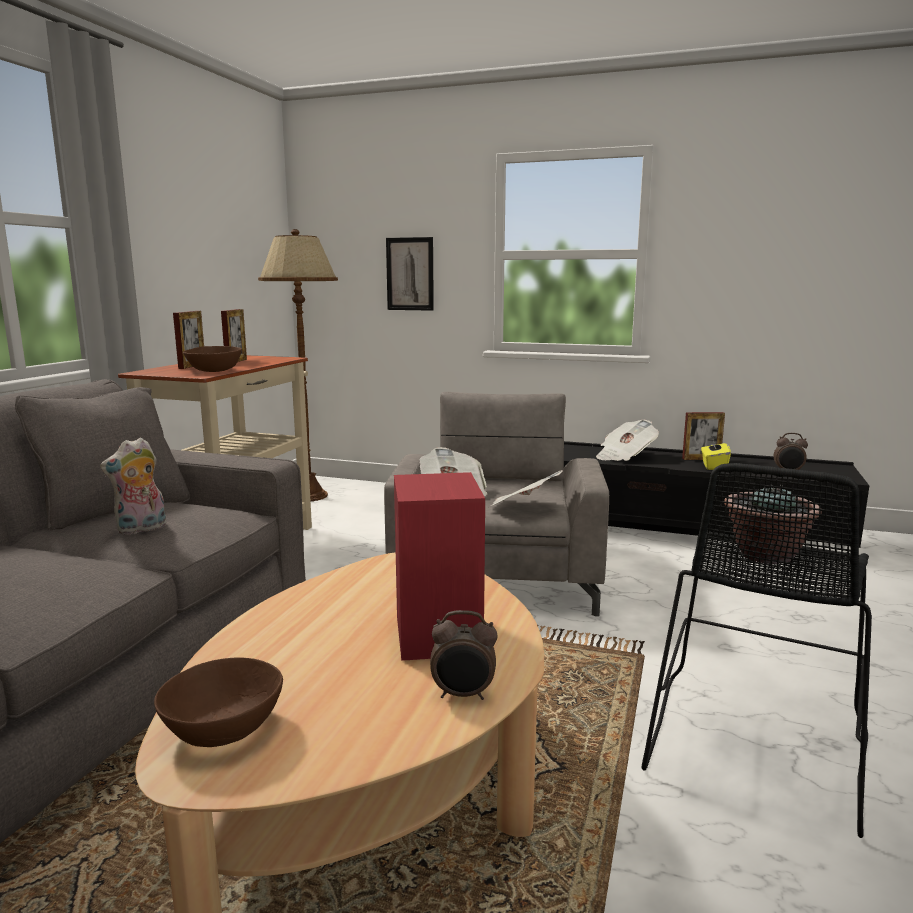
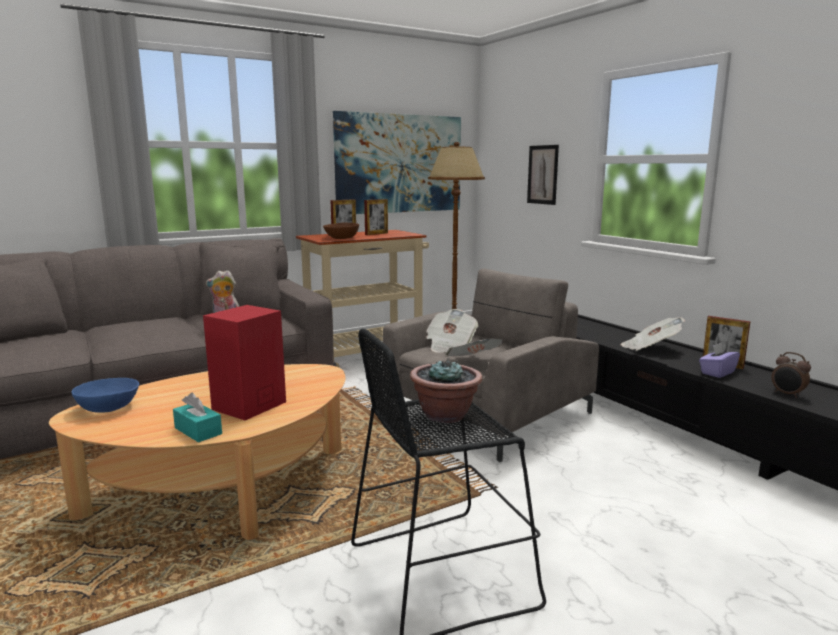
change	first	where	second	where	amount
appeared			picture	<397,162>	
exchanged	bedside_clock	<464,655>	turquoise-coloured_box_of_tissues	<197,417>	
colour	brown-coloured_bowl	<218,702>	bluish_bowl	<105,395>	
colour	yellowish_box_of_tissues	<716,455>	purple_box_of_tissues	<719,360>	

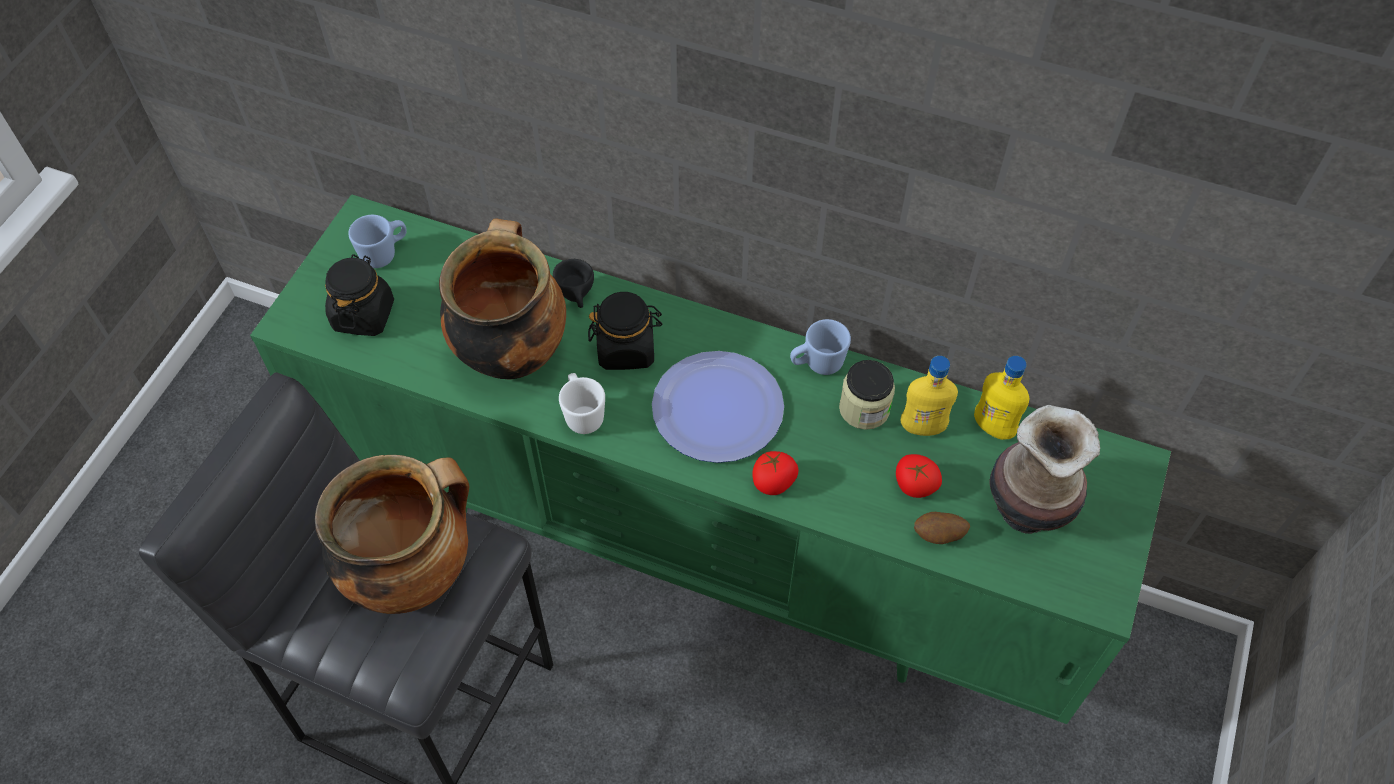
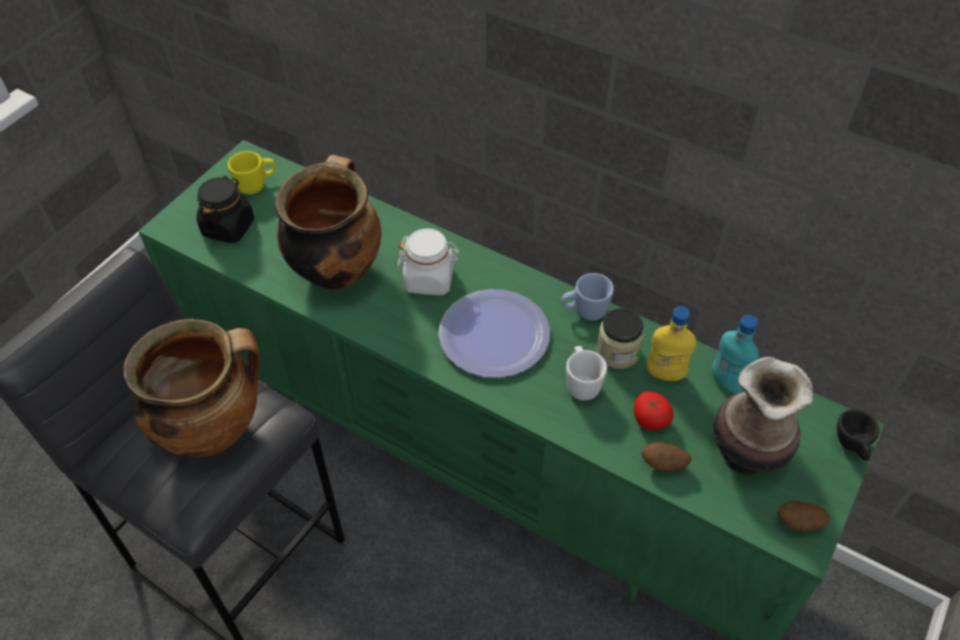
change	first	where	second	where	amount
missing	fresh_tomato	<775,473>			
appeared			whole_potato	<804,516>	
relocated	black-coloured_drinking_cup	<573,283>		<858,435>	
relocated	white_coffee_mug	<582,403>		<586,373>	
colour	bluish_coffee_mug	<377,241>	yellowish_coffee_mug	<252,172>	
colour	black-coloured_storage_jar	<625,331>	white_storage_jar	<429,261>	
colour	yellowish_bottle	<1002,398>	turquoise-coloured_bottle	<735,354>	

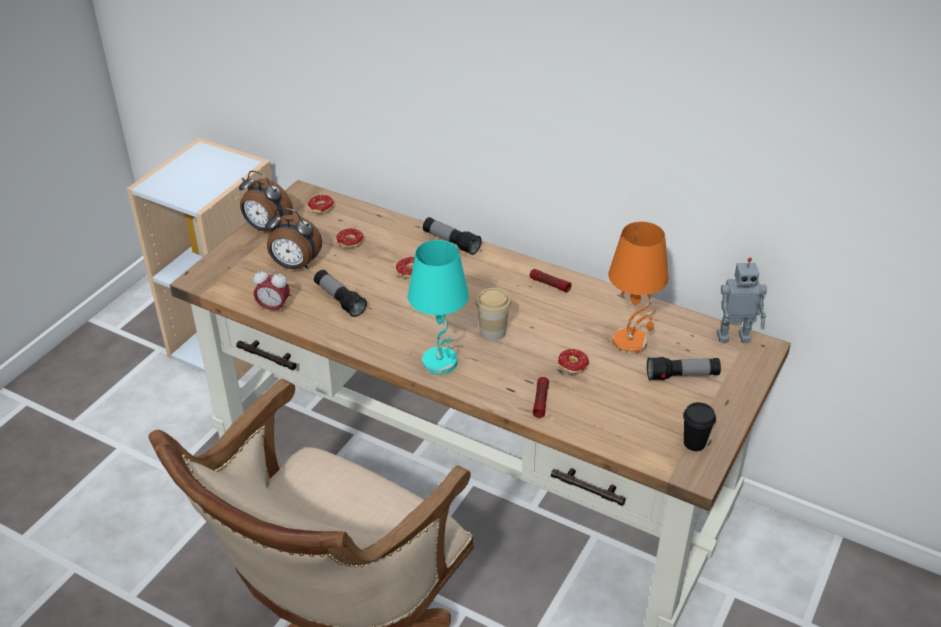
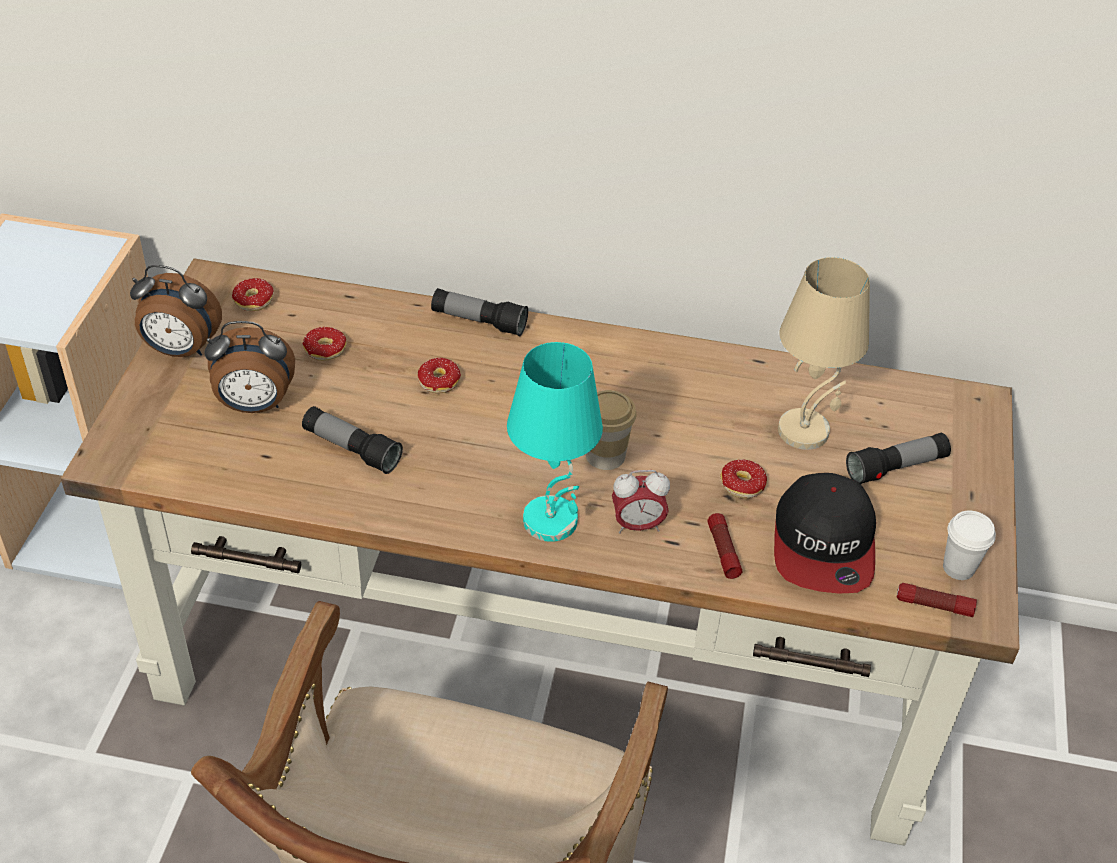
change	first	where	second	where	amount
missing	toy_robot	<742,300>			
appeared			baseball_cap	<825,533>	
relocated	bedside_clock	<271,291>		<641,502>	
relocated	torch	<551,281>		<937,600>	
colour	orangey_lamp_for_a_table	<638,288>	beige-coloured_lamp_for_a_table	<824,353>	
colour	black-coloured_drinking_cup	<699,426>	white_drinking_cup	<969,545>	

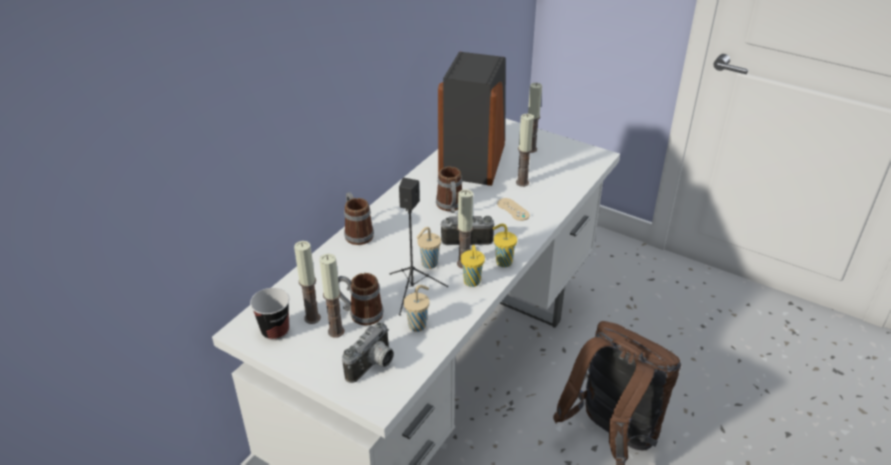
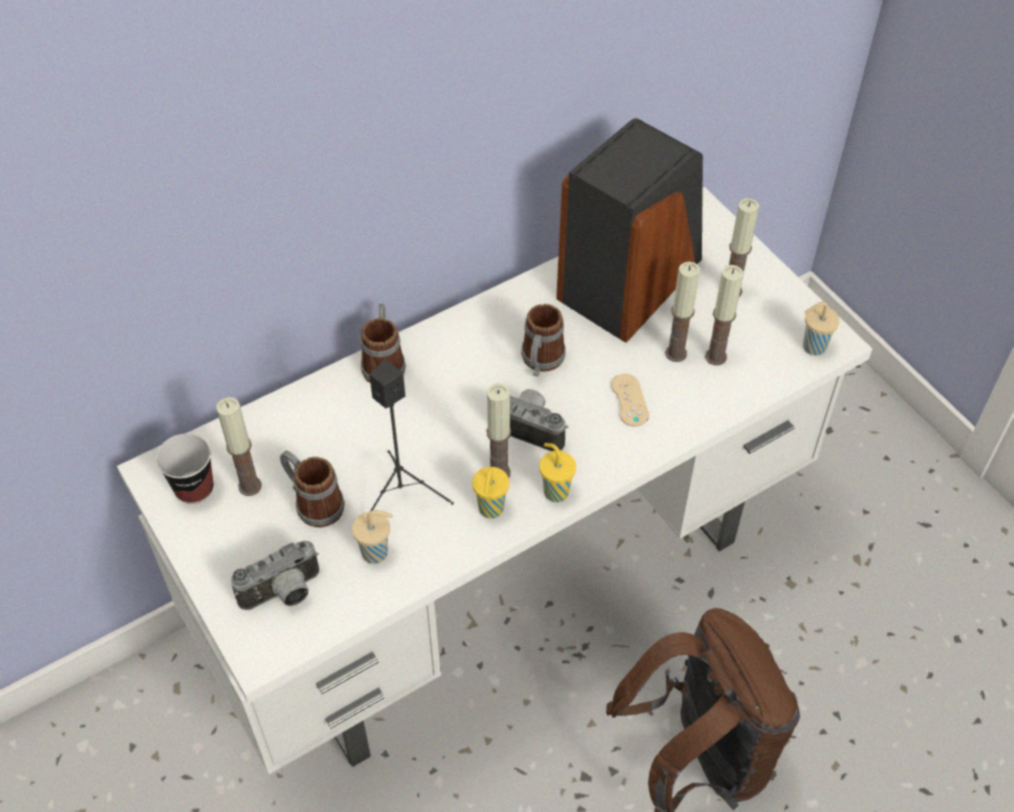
change	first	where	second	where	amount
relocated	wax_candle	<332,296>		<724,315>	
relocated	beige-coloured_drinking_cup	<428,248>		<821,329>	

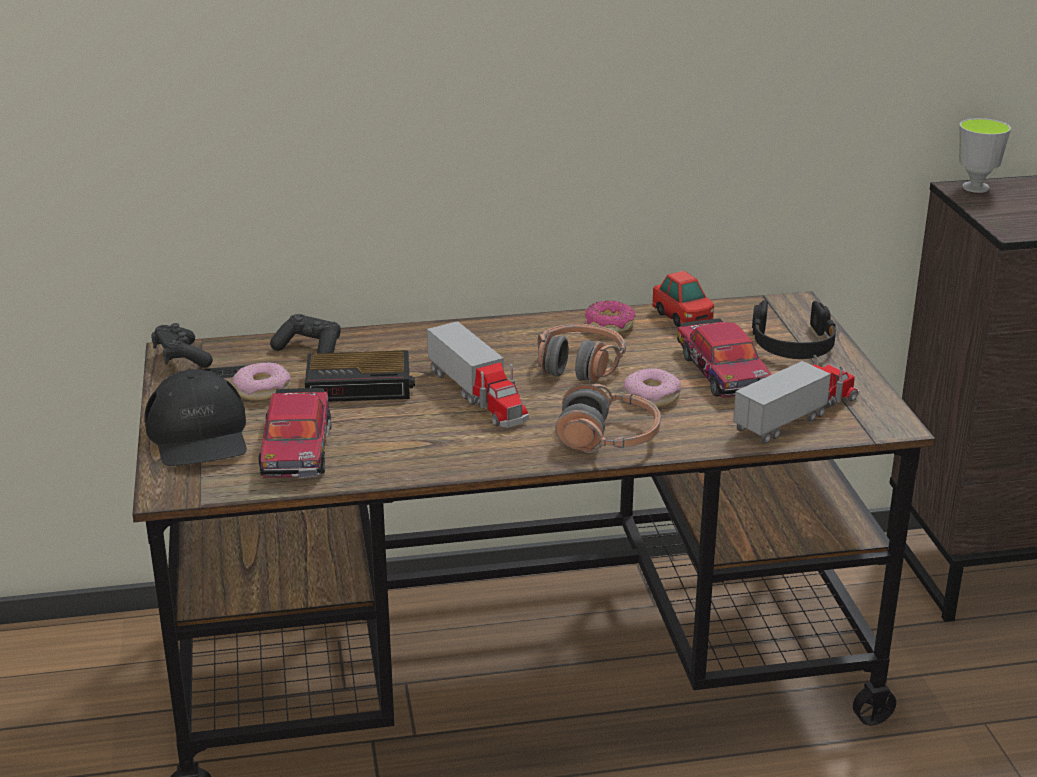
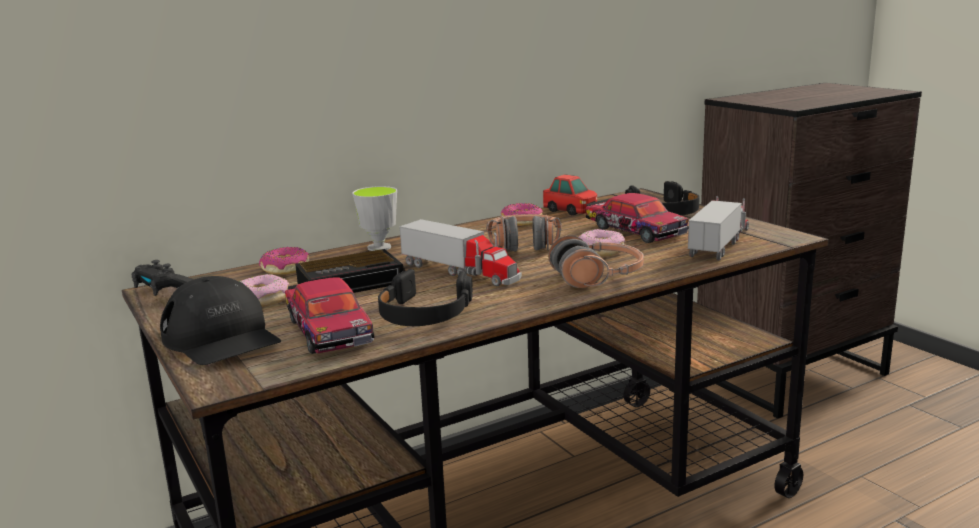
change	first	where	second	where	amount
appeared			black-coloured_pair_of_headphones	<425,297>	
relocated	drinking_cup	<985,155>		<374,218>	
exchanged	black-coloured_joypad	<305,333>	ring_doughnut	<284,261>	

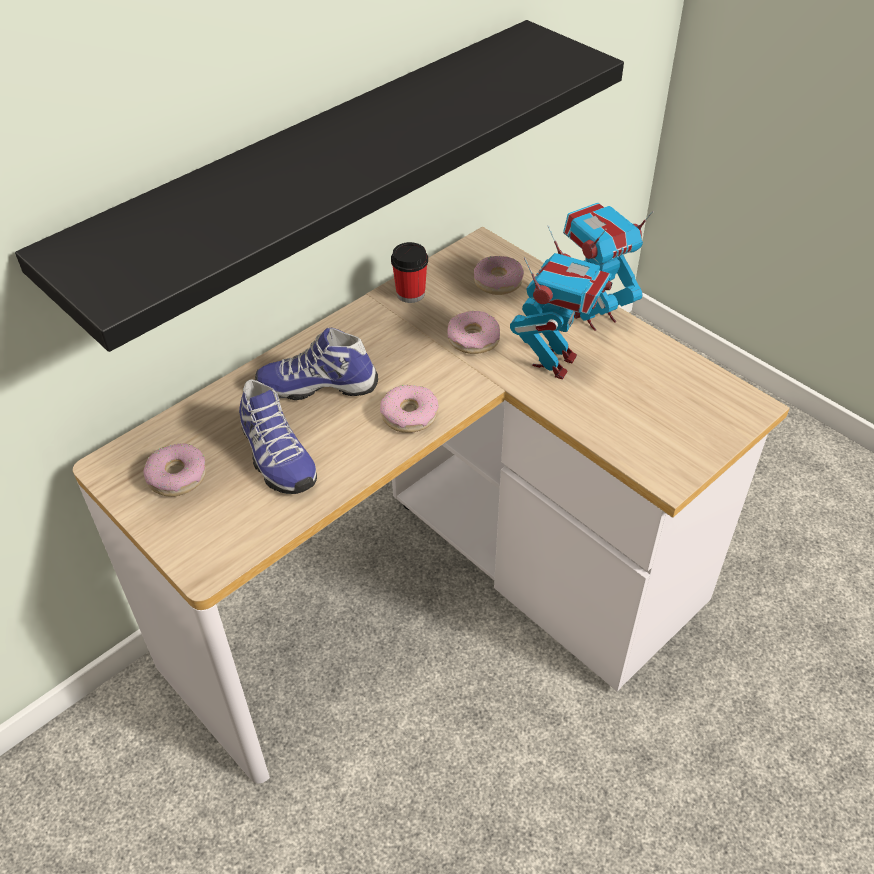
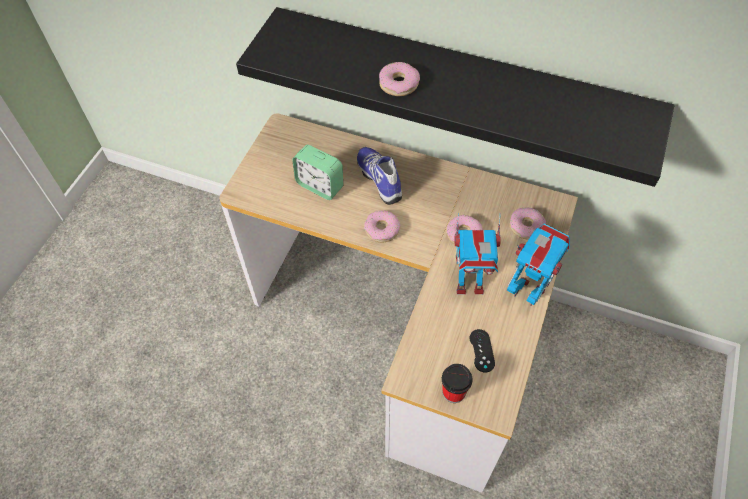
change	first	where	second	where	amount
appeared			black-coloured_joypad	<482,350>	
relocated	ring_doughnut	<175,470>		<399,79>	
relocated	drinking_cup	<409,272>		<457,383>	
exchanged	shoe	<278,437>	bedside_clock	<317,172>	

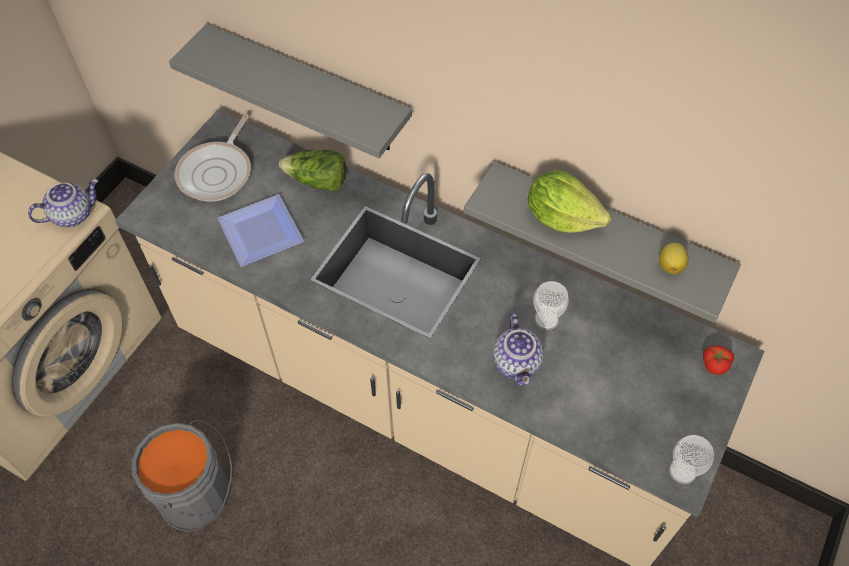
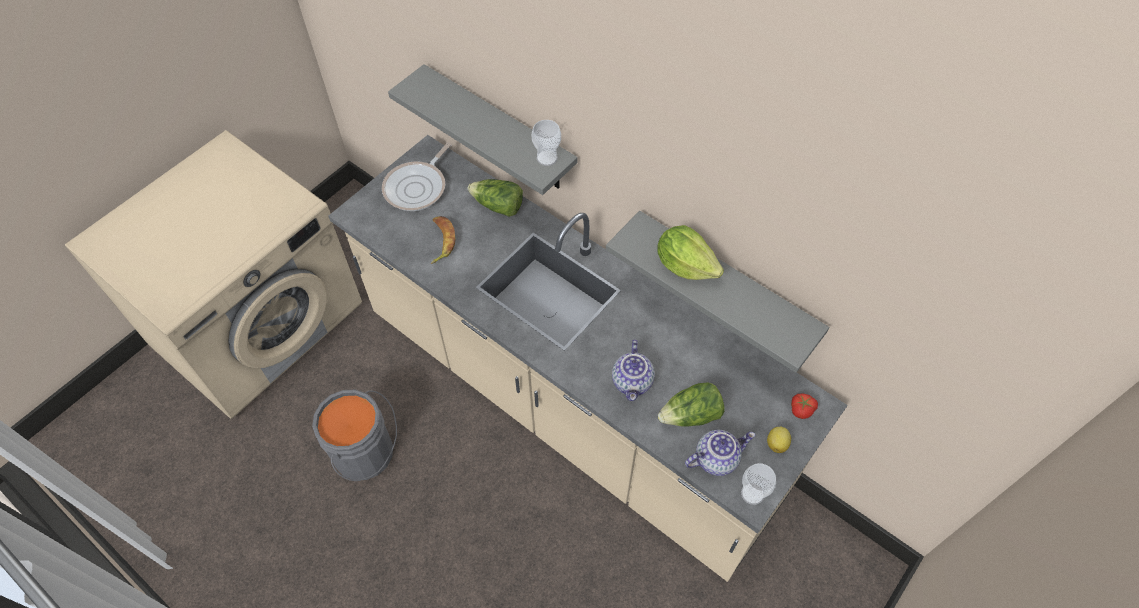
change	first	where	second	where	amount
appeared			lettuce	<691,404>	
relocated	teapot	<63,203>		<720,453>	
relocated	drinking_cup	<551,305>		<546,143>	
relocated	whole_lemon	<674,258>		<779,439>	
exchanged	flat_dish	<260,230>	banana_fruit	<443,240>	

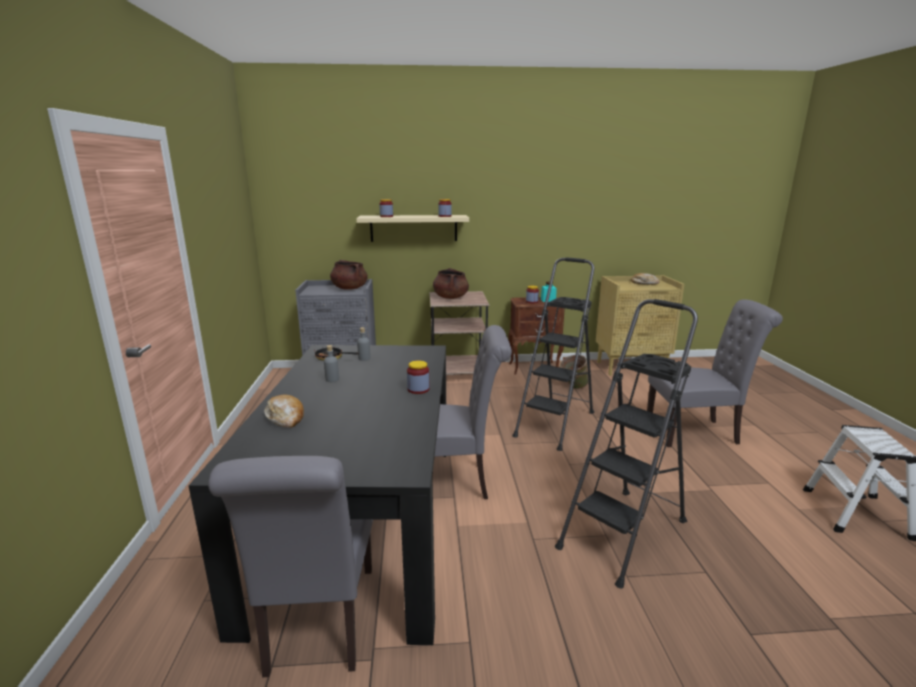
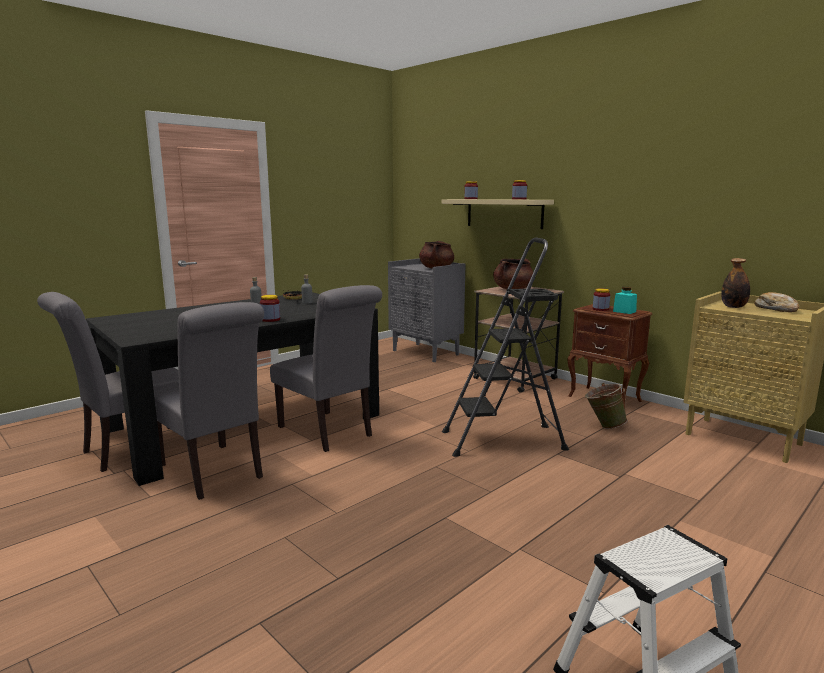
change	first	where	second	where	amount
missing	bakery_bread	<284,411>			
missing	step_stool	<626,444>			
appeared			bottle	<735,283>	
relocated	greyish_plain_chair	<715,373>		<209,401>	

